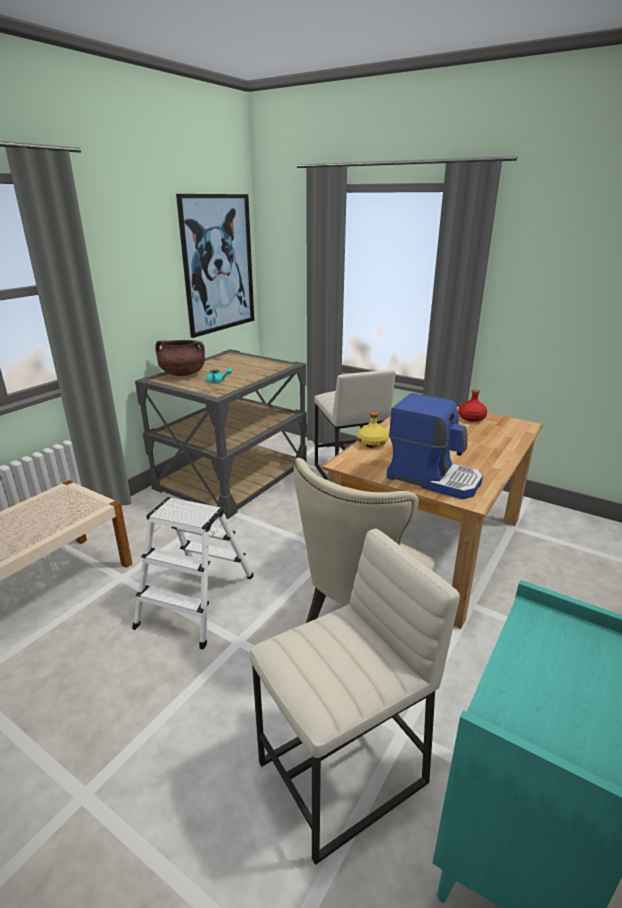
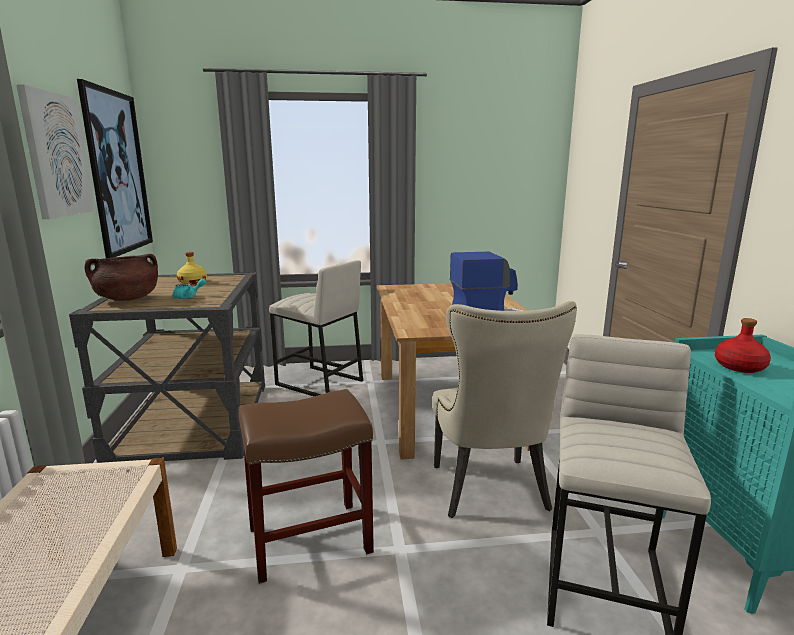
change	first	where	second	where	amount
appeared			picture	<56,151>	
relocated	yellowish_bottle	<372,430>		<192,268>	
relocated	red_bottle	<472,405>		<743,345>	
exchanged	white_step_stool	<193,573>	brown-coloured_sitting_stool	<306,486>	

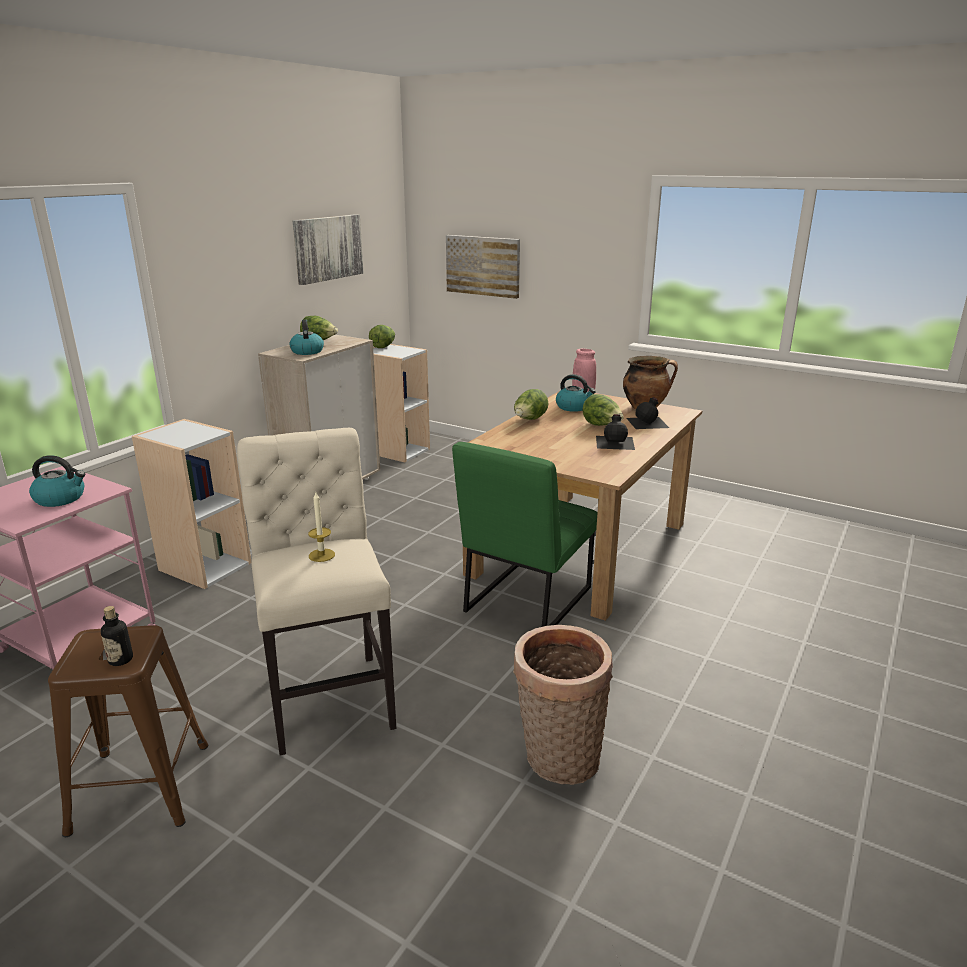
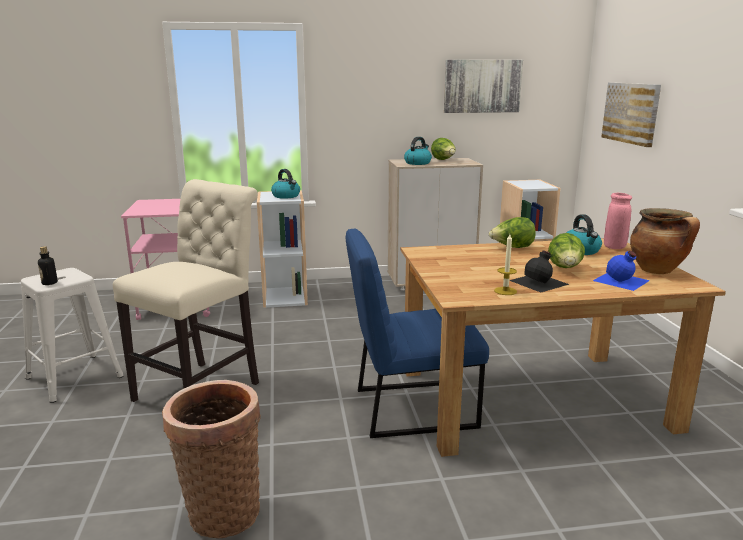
change	first	where	second	where	amount
missing	lettuce	<382,336>			
relocated	kettle	<57,481>		<285,184>	
relocated	wax_candle	<321,526>		<505,264>	
colour	brown-coloured_sitting_stool	<128,731>	white_sitting_stool	<72,335>	
colour	greenish_plain_chair	<525,534>	bluish_plain_chair	<417,333>	
colour	black-coloured_bottle	<647,413>	bluish_bottle	<621,271>	

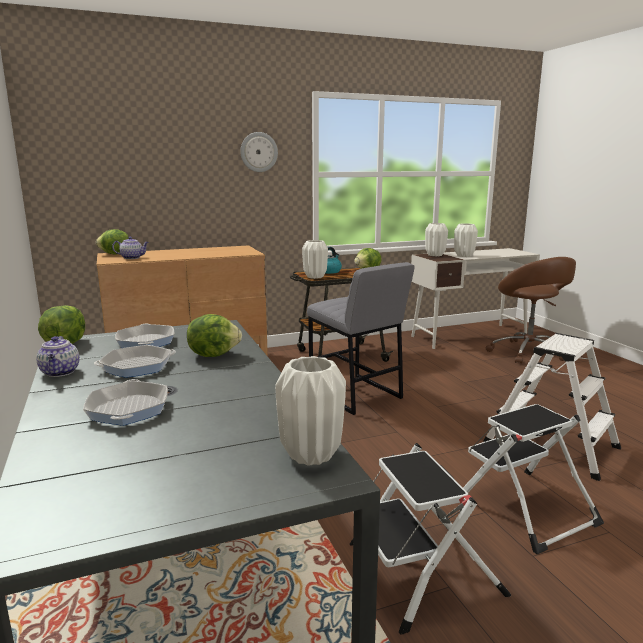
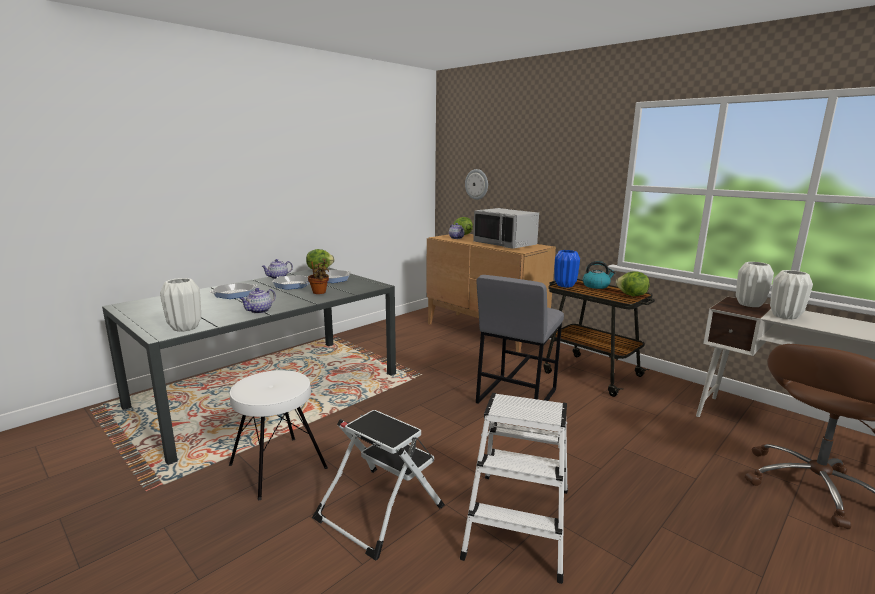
change	first	where	second	where	amount
appeared			teapot	<258,301>	
appeared			greyish_kitchen_microwave	<506,228>	
relocated	wall_clock	<259,152>		<476,184>	
exchanged	lettuce	<214,335>	plant_in_a_pot	<318,276>	
exchanged	step_stool	<430,539>	white_sitting_stool	<278,435>	
colour	white_vase	<315,259>	bluish_vase	<567,269>	

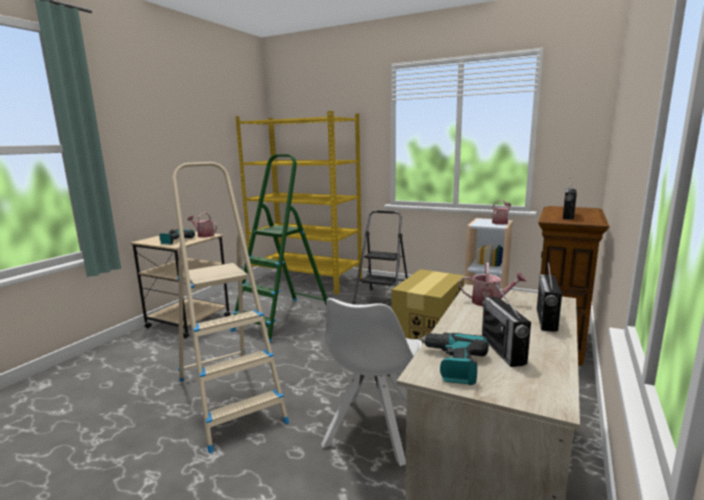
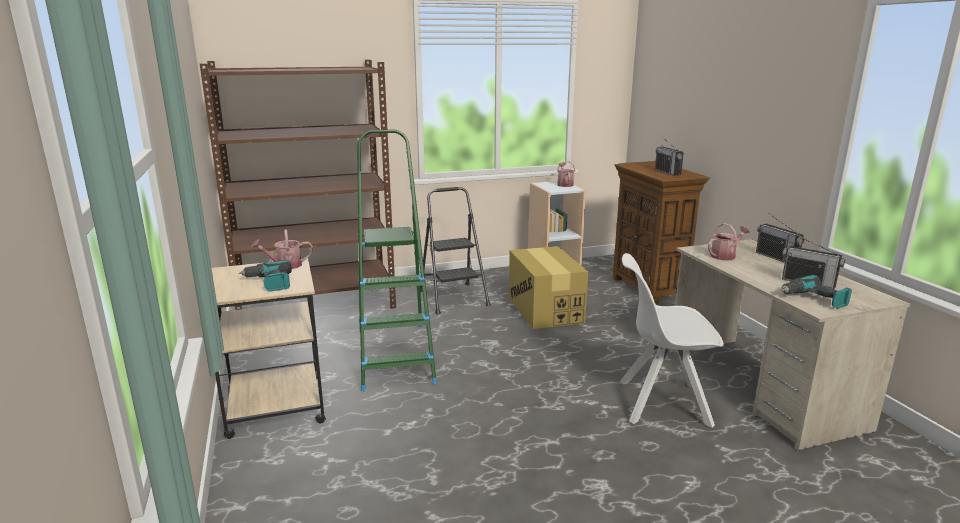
change	first	where	second	where	amount
missing	beige-coloured_step_stool	<230,307>			
colour	yellowish_shelving_unit	<298,203>	brown-coloured_shelving_unit	<298,185>	
spun	white_plain_chair	<371,382>		<671,340>	120 degrees clockwise

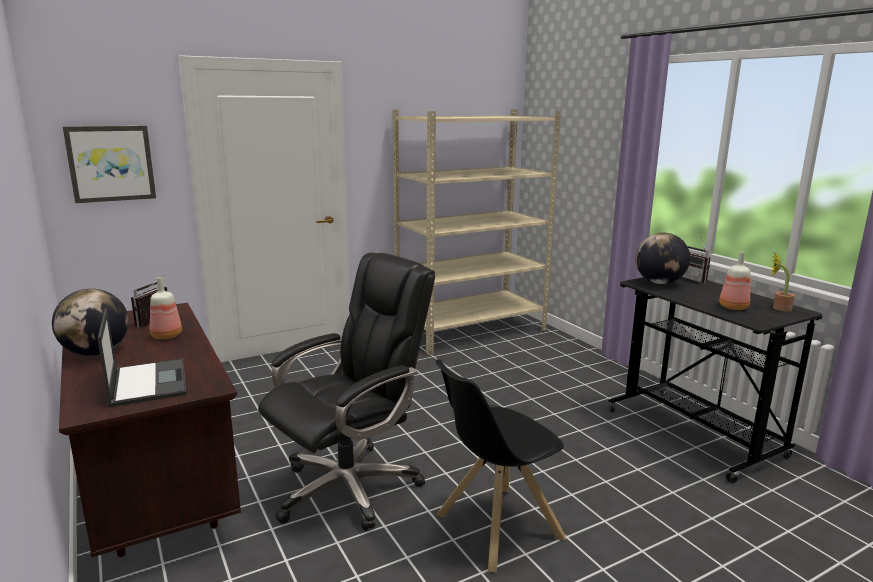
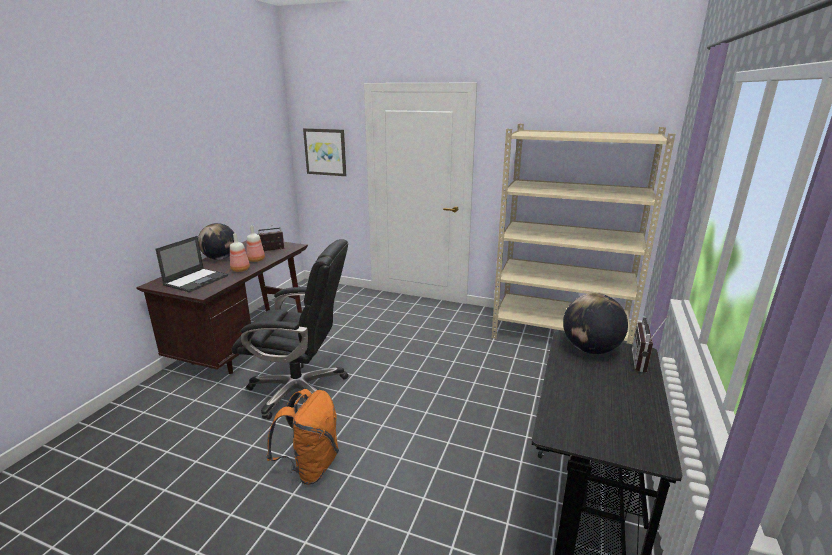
change	first	where	second	where	amount
missing	plant_in_a_pot	<783,281>			
relocated	bottle	<734,281>		<240,252>	
exchanged	black-coloured_plain_chair	<501,465>	orangey_rucksack	<302,437>	

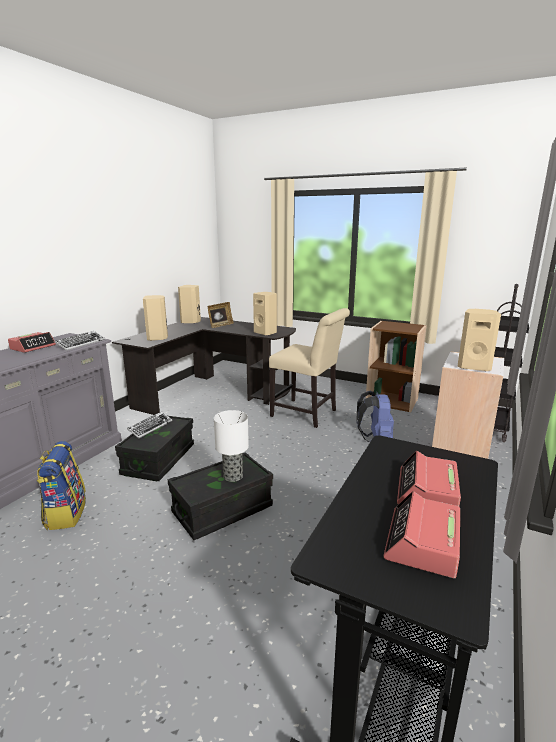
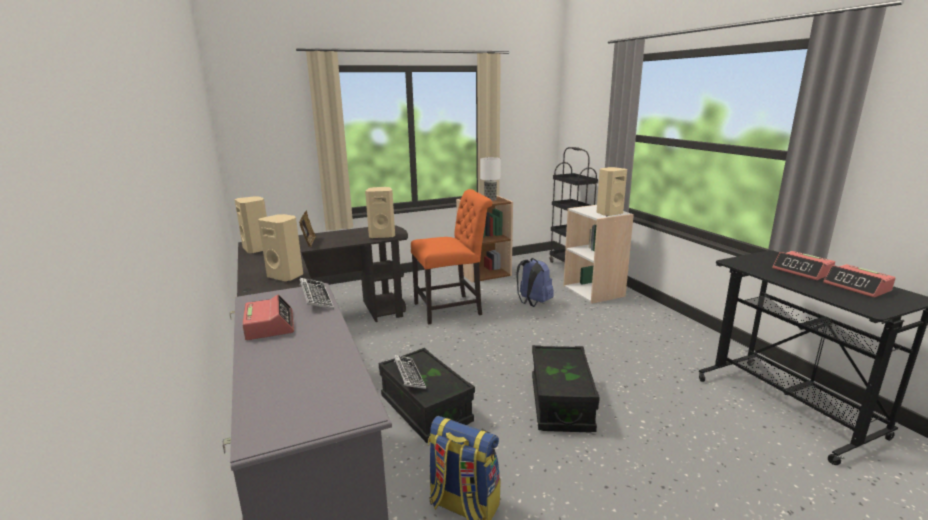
change	first	where	second	where	amount
relocated	lamp_for_a_table	<231,446>		<490,179>	
colour	beige-coloured_plain_chair	<309,368>	orangey_plain_chair	<451,257>	

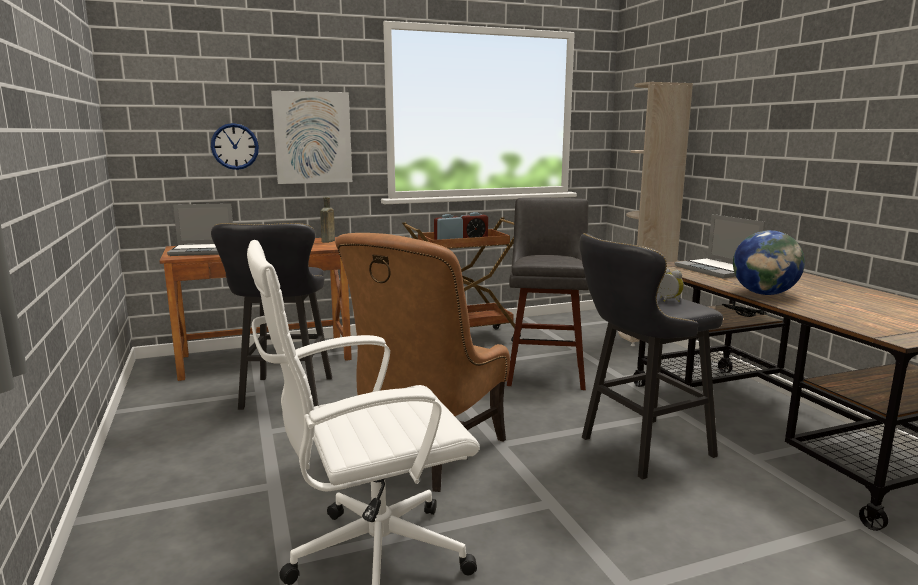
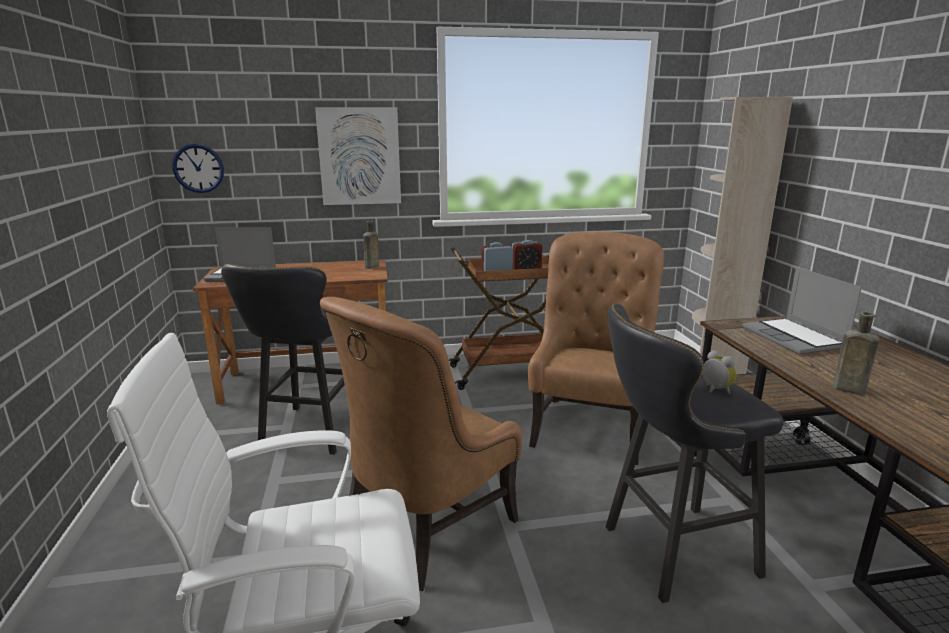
change	first	where	second	where	amount
relocated	wall_clock	<235,146>		<198,168>	
exchanged	greyish_sitting_stool	<548,294>	brown-coloured_plain_chair	<596,348>	
exchanged	world_globe	<769,262>	brown-coloured_bottle	<856,353>	

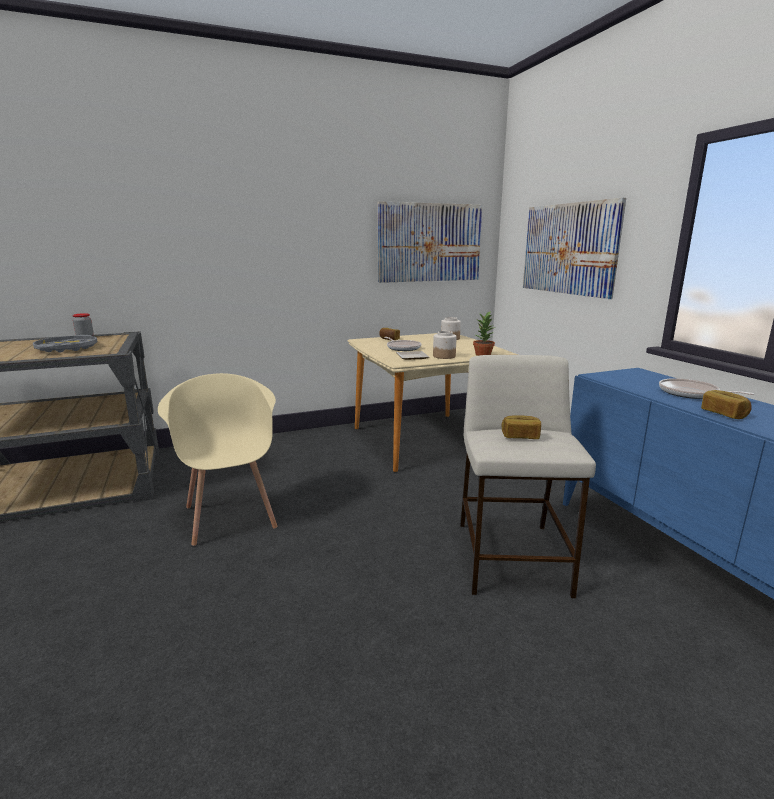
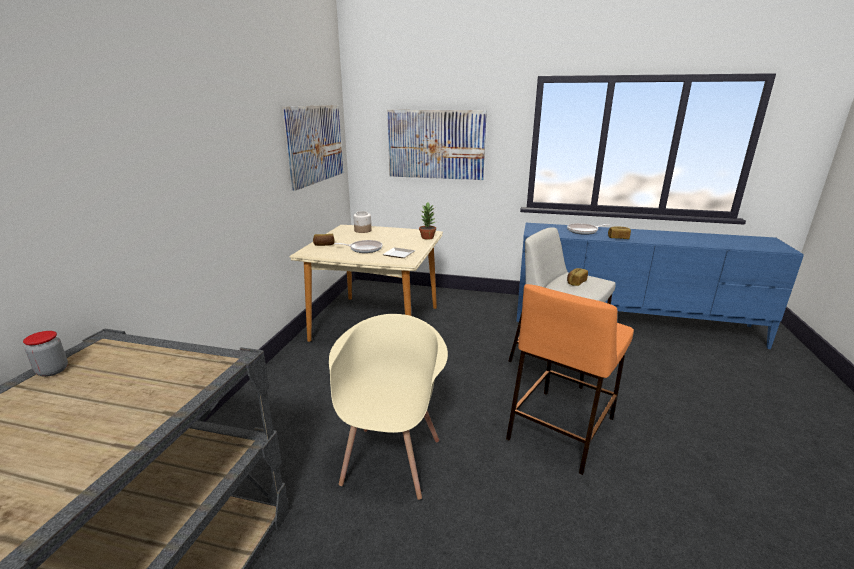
change	first	where	second	where	amount
missing	greyish_serving_tray	<65,343>			
missing	storage_jar	<445,345>			
appeared			orangey_sitting_stool	<570,379>	
spun	beige-coloured_plain_chair	<218,459>		<388,407>	90 degrees clockwise

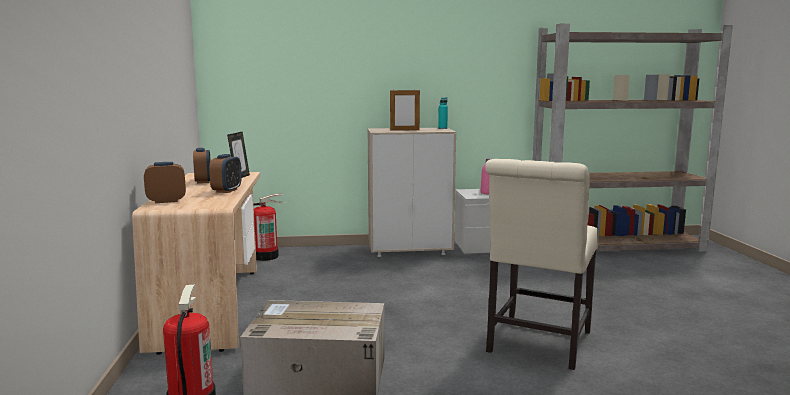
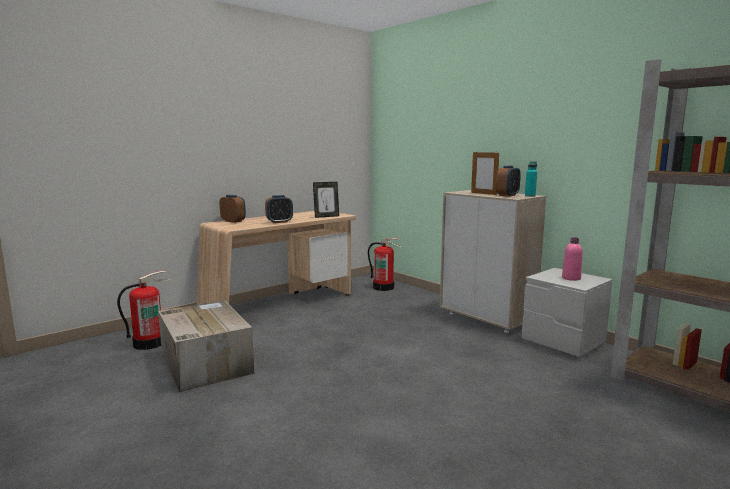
change	first	where	second	where	amount
missing	beige-coloured_plain_chair	<542,264>			
relocated	bedside_clock	<202,166>		<508,181>	

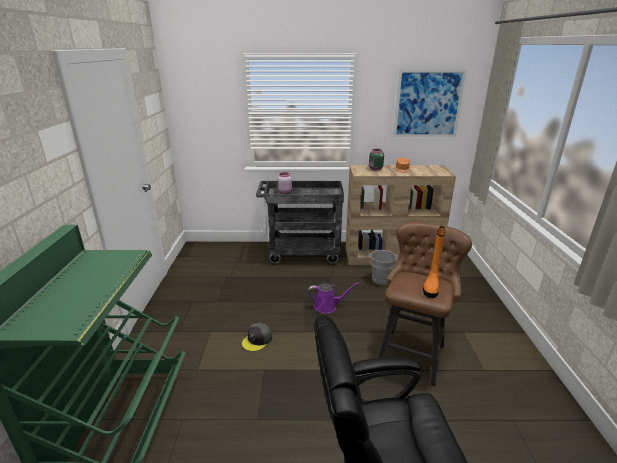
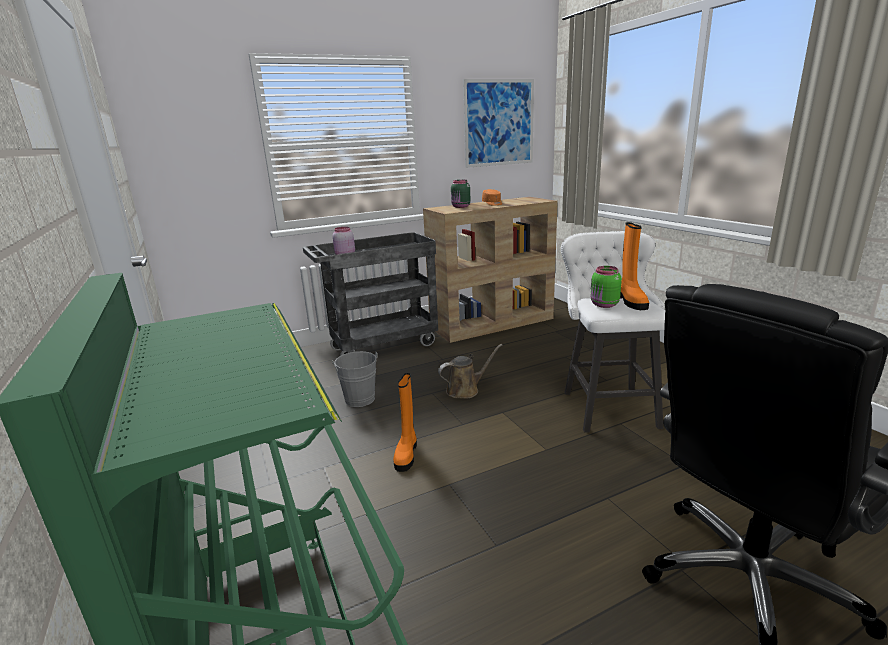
change	first	where	second	where	amount
appeared			greenish_storage_jar	<606,287>	
relocated	greyish_bucket	<384,267>		<355,379>	
exchanged	greyish_baseball_cap	<257,337>	orangey_boot	<405,422>	
colour	purple_watering_can	<333,298>	brown-coloured_watering_can	<470,371>	
colour	brown-coloured_sitting_stool	<425,304>	white_sitting_stool	<613,332>	

